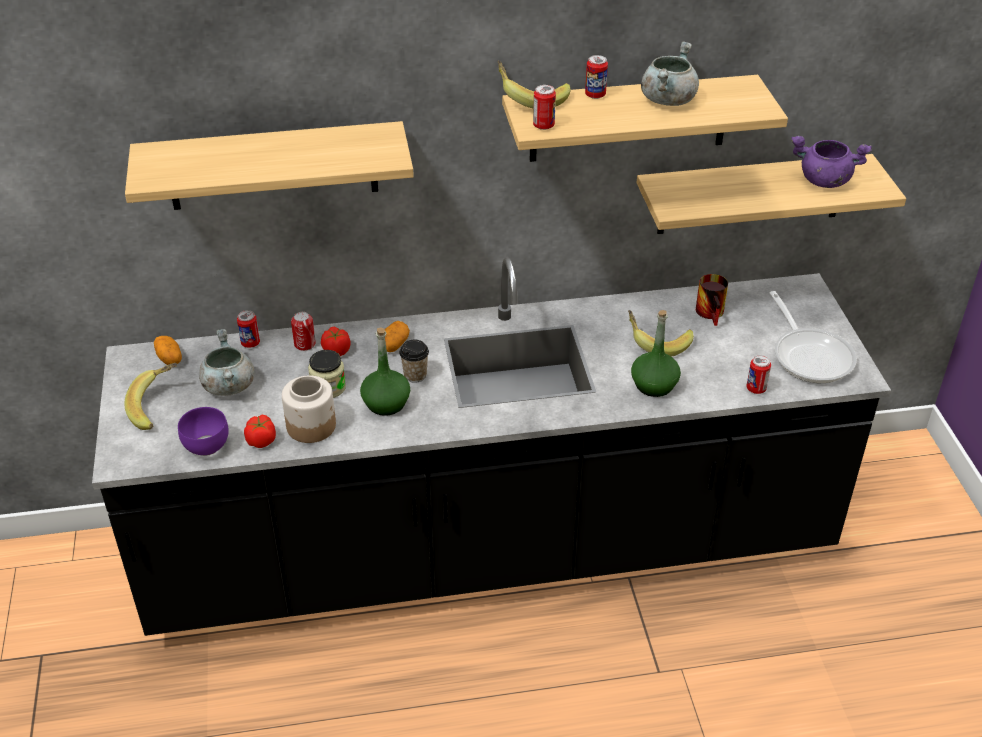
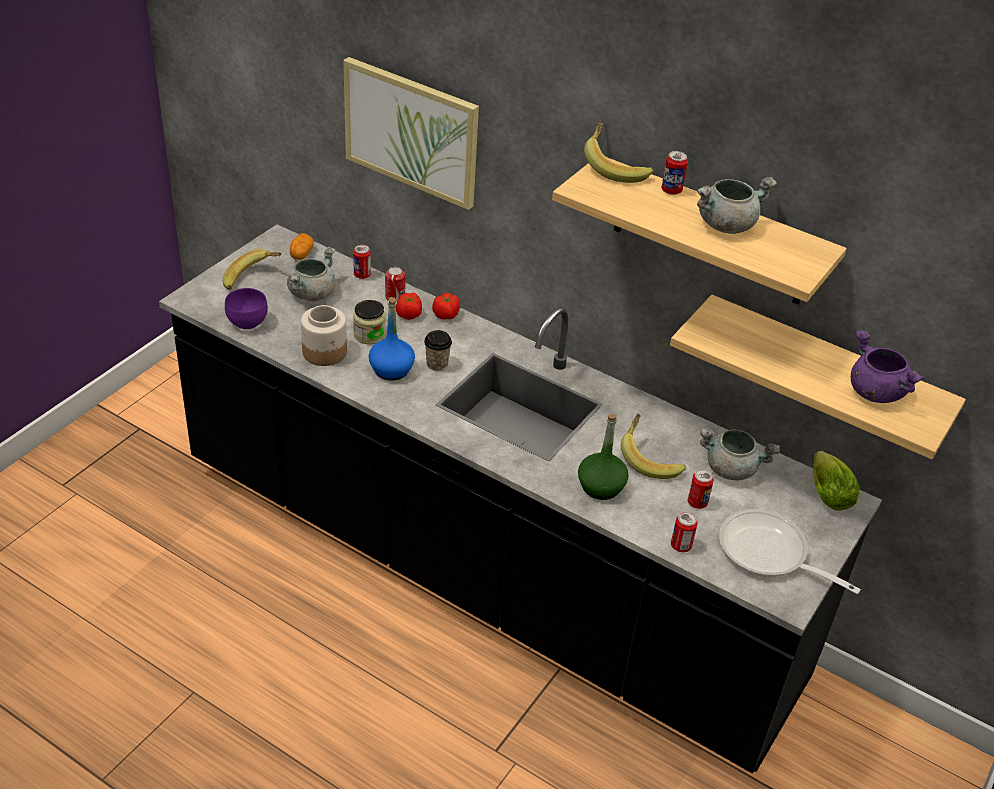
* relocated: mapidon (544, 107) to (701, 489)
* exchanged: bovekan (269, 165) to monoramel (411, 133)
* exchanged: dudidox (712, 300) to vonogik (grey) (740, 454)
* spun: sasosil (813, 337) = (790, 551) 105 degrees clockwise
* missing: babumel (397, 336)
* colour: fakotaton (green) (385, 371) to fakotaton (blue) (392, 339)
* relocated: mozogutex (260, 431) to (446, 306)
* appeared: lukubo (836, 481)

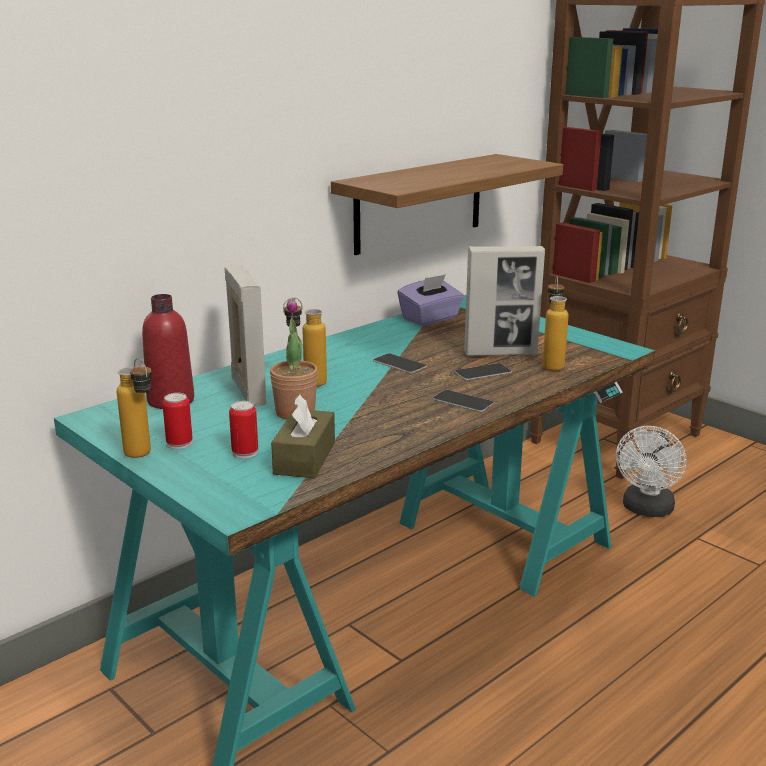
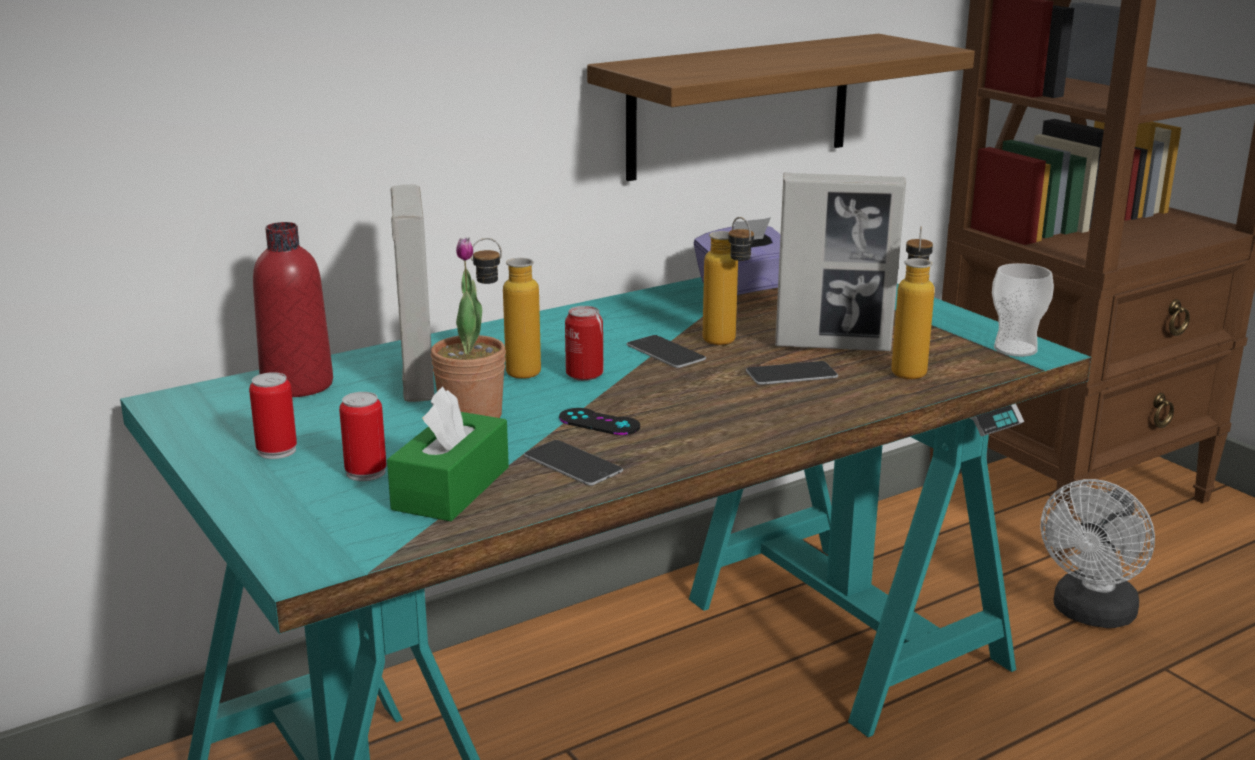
* relocated: fakotaton (134, 408) to (728, 281)
* relocated: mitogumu (463, 401) to (573, 463)
* colour: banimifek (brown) (303, 436) to banimifek (green) (448, 453)
* appeared: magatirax (1023, 310)
* appeared: mapidon (584, 343)
* appeared: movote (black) (599, 421)

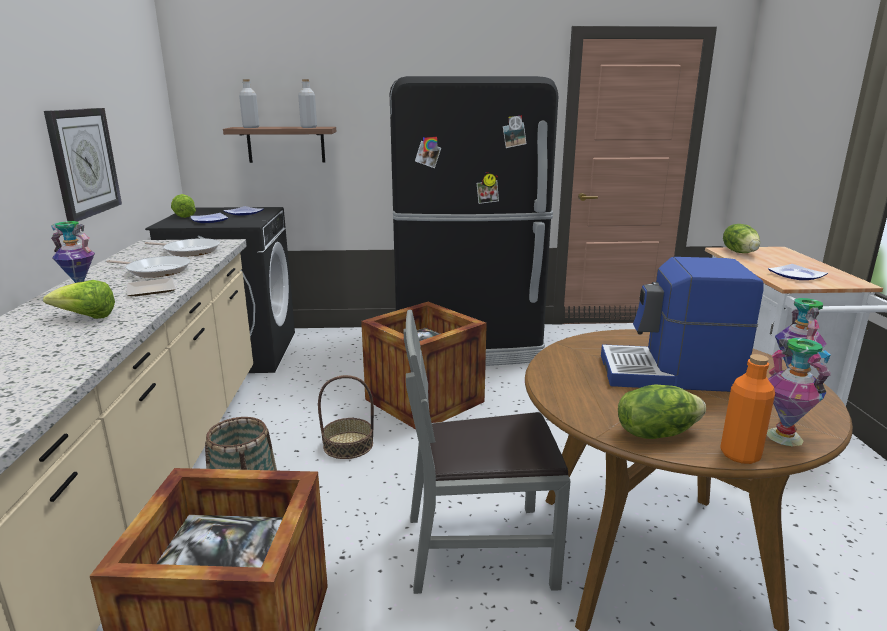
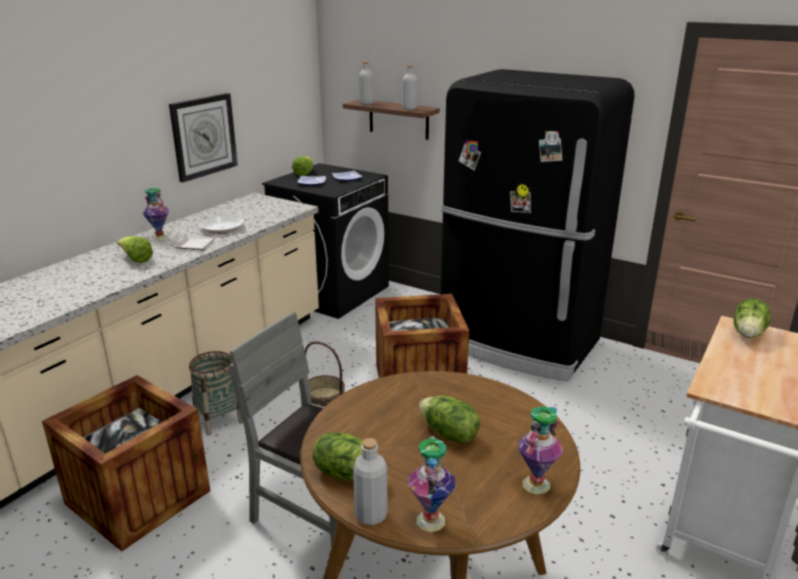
* missing: sasosil (182, 247)
* exchanged: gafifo (682, 324) to lukubo (449, 419)
* missing: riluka (798, 272)
* colour: fakotaton (orange) (747, 409) to fakotaton (grey) (370, 481)

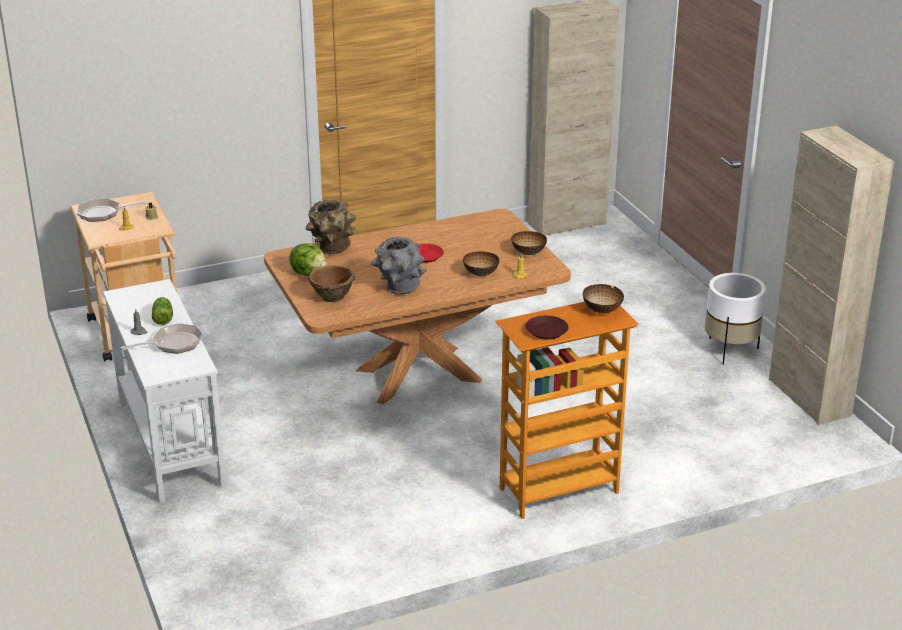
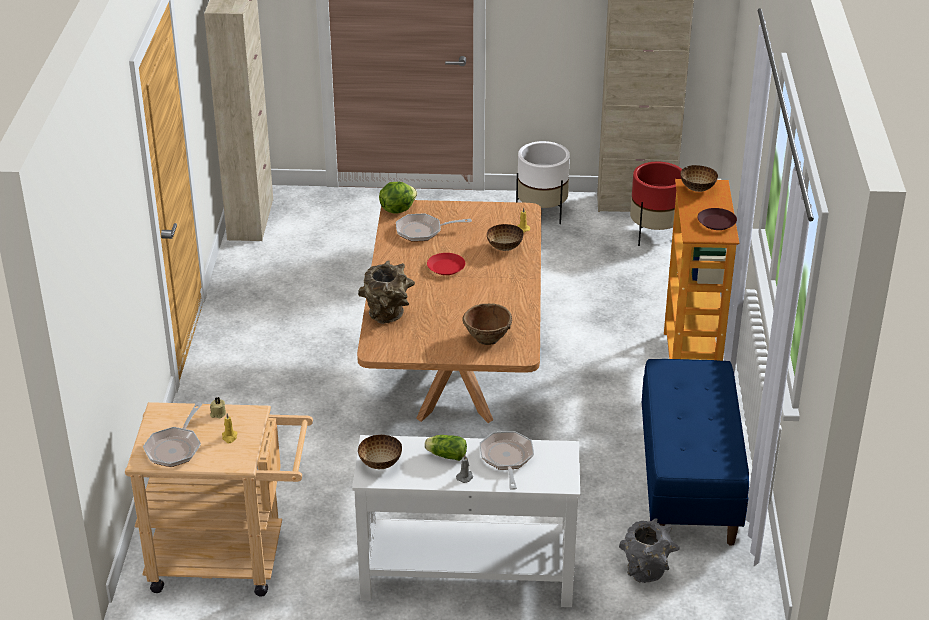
* relocated: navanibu (529, 243) to (380, 452)
* relocated: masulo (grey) (399, 265) to (649, 551)
* relocated: lukubo (308, 259) to (398, 198)
* appeared: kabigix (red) (656, 204)
* appeared: sasosil (434, 227)
* appeared: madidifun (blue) (695, 452)

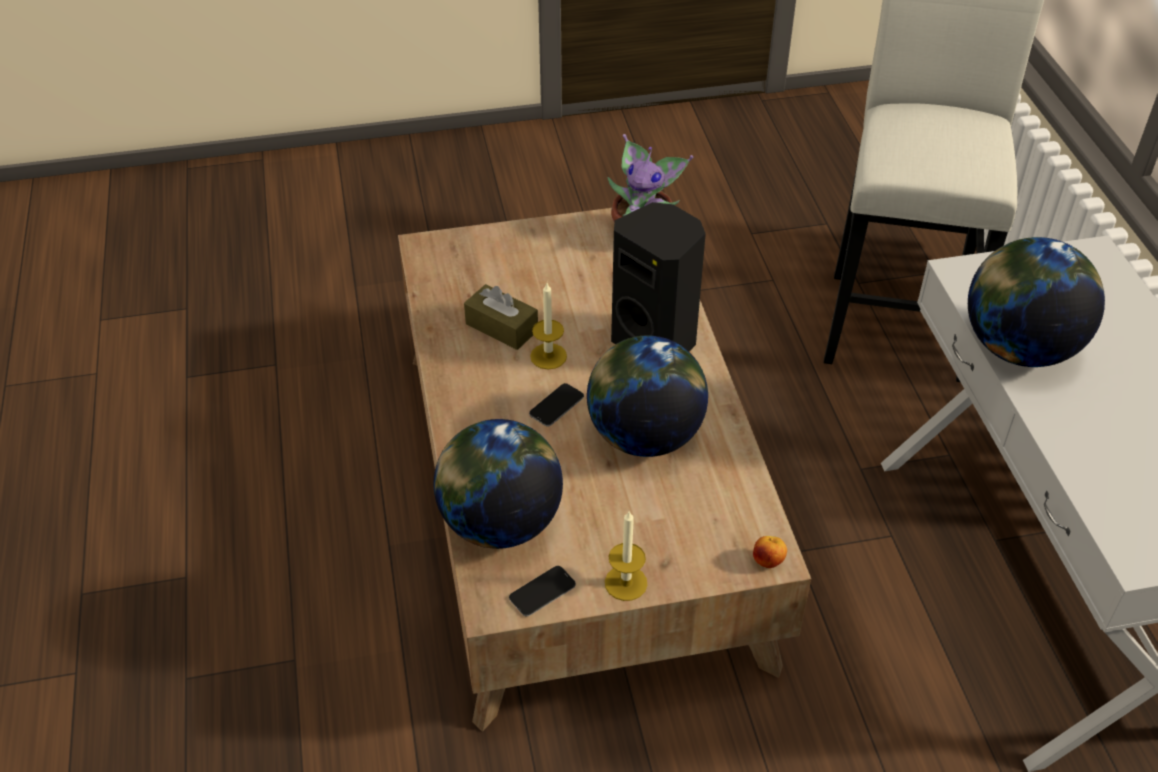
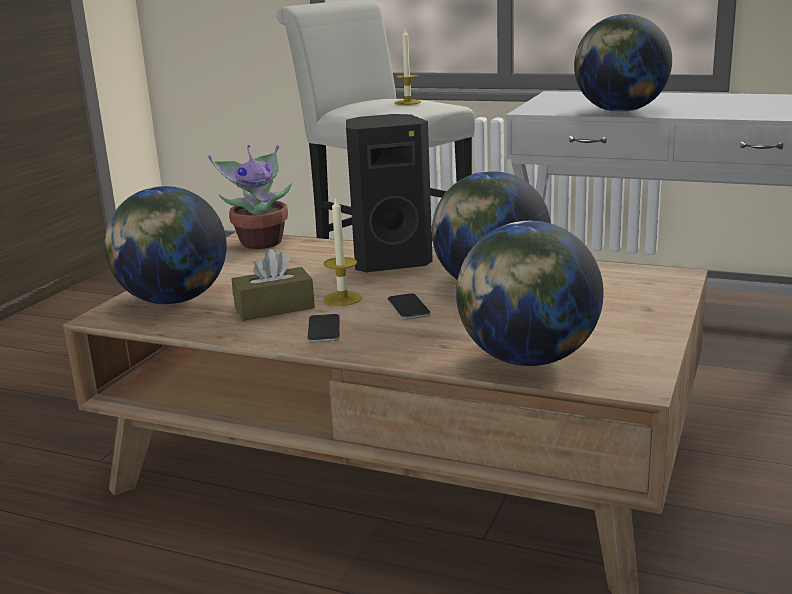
* relocated: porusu (626, 556) to (408, 67)
* missing: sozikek (770, 552)
* relocated: mitogumu (542, 591) to (323, 328)
* appeared: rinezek (165, 245)

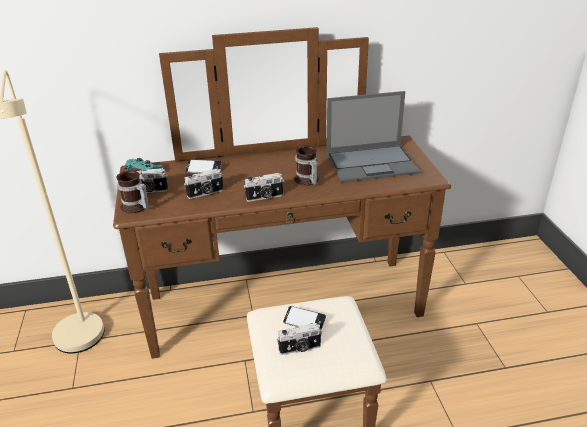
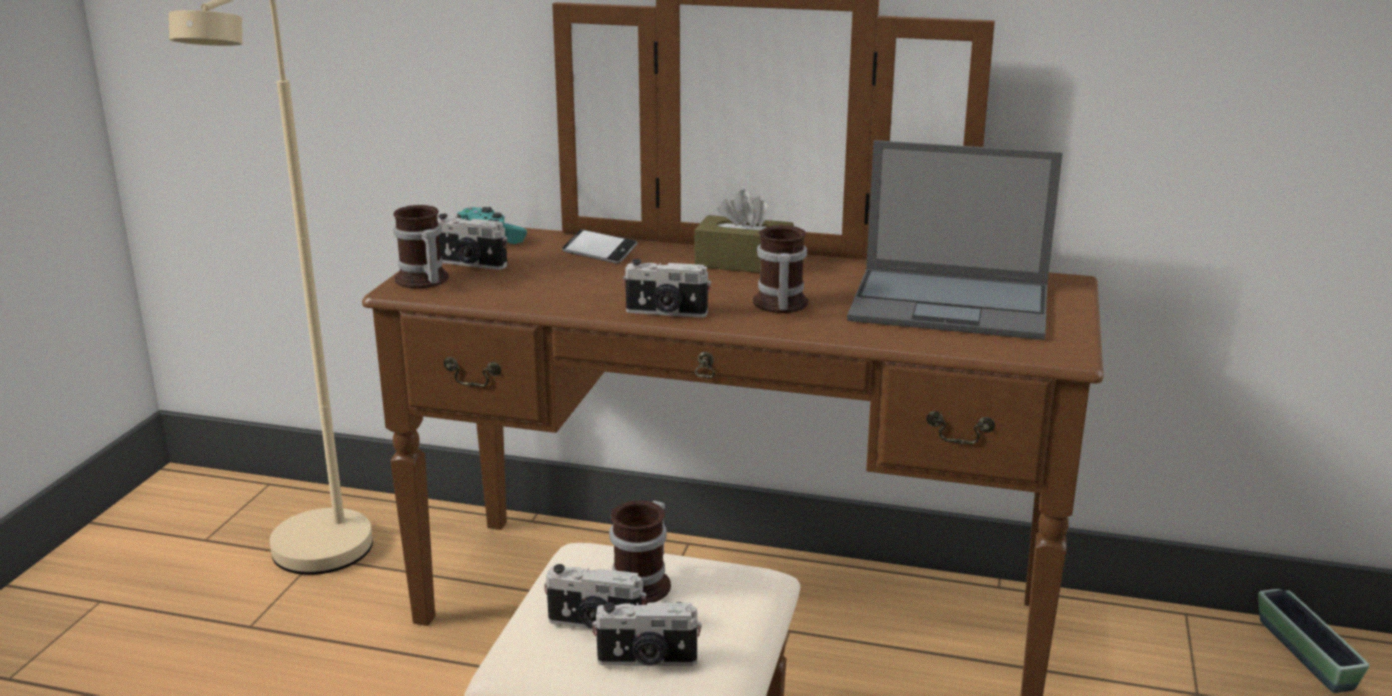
* relocated: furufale (203, 183) to (647, 634)
* exchanged: mitogumu (304, 318) to dudidox (640, 552)
* appeared: banimifek (brown) (744, 231)
* appeared: kabigix (1314, 641)

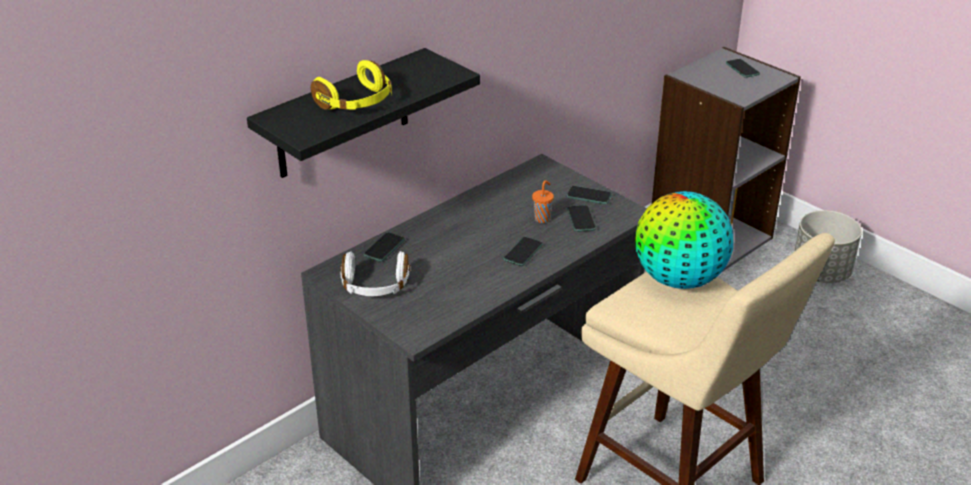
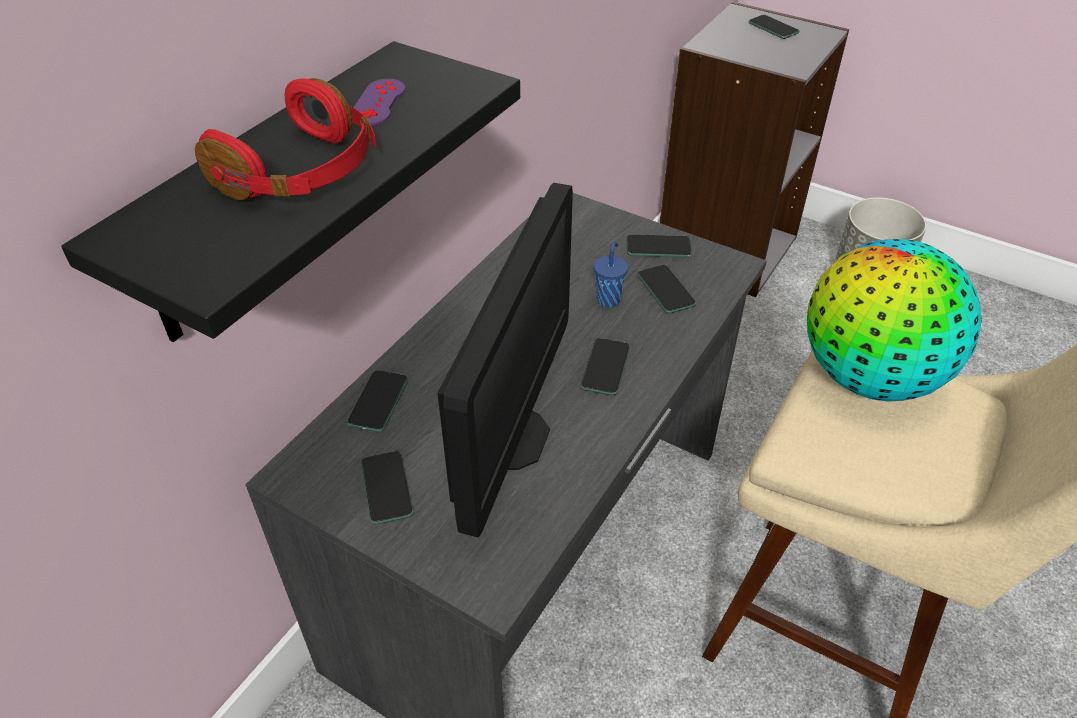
* colour: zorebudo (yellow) (351, 85) to zorebudo (red) (285, 139)
* colour: magatirax (orange) (543, 201) to magatirax (blue) (611, 274)
* exchanged: zorebudo (white) (375, 273) to mitogumu (387, 487)
* appeared: movote (purple) (379, 102)
* appeared: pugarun (505, 360)

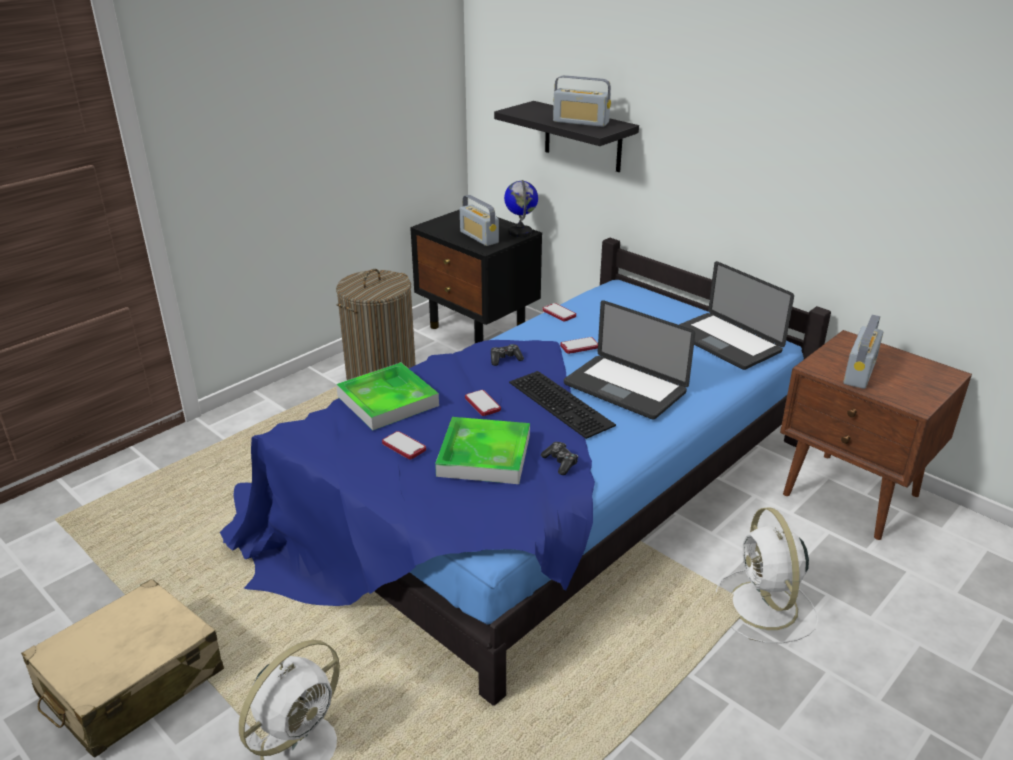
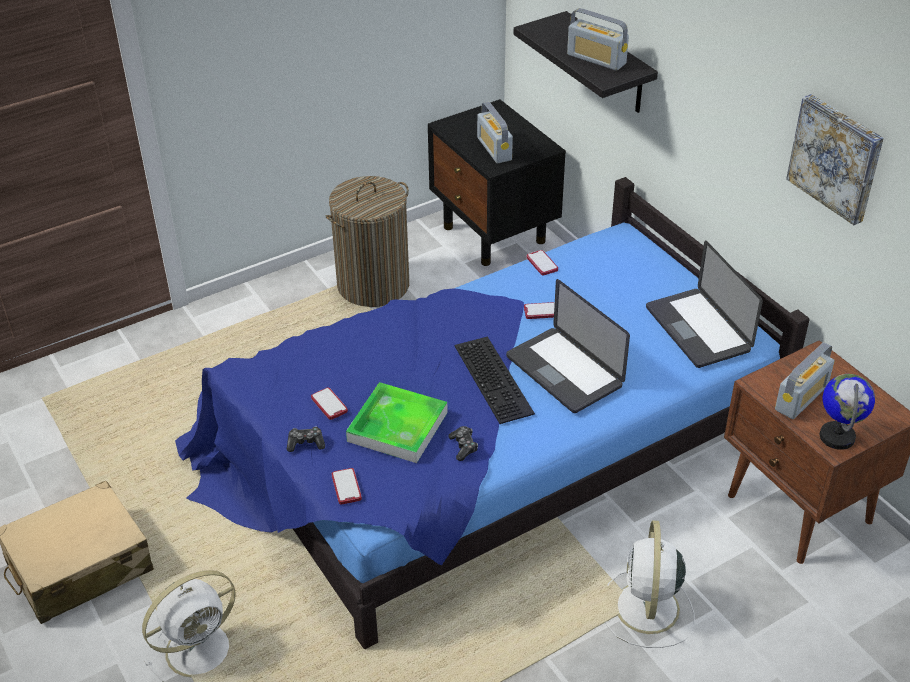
* relocated: rinezek (521, 208) to (847, 412)
* relocated: movote (507, 355) to (306, 439)
* missing: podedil (387, 396)
* relocated: mitogumu (483, 403) to (347, 486)
* appeared: monoramel (835, 159)

